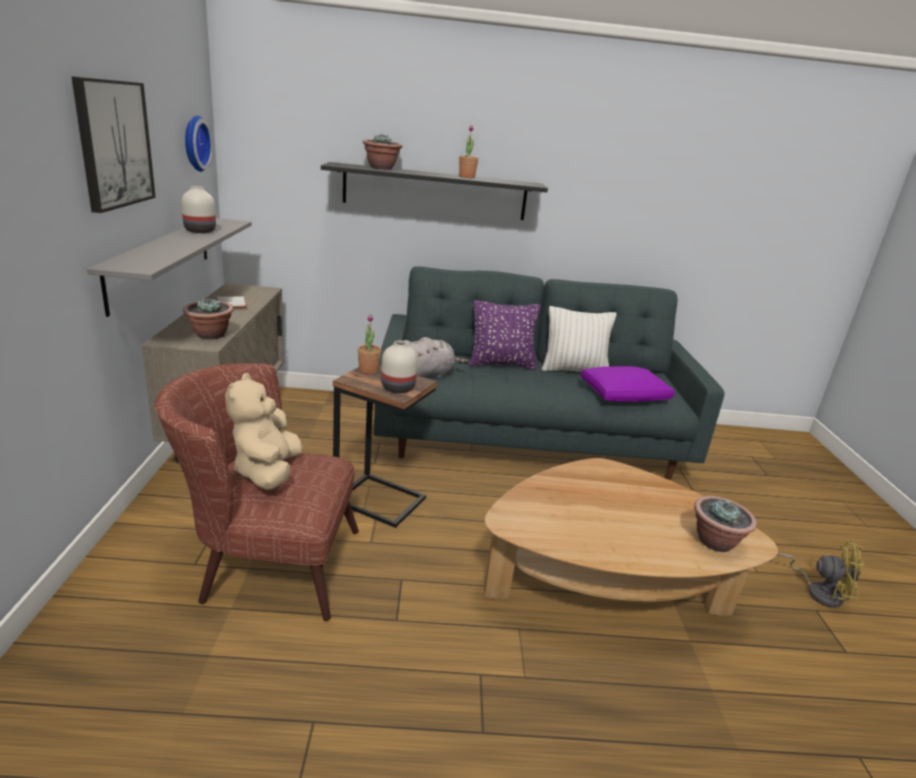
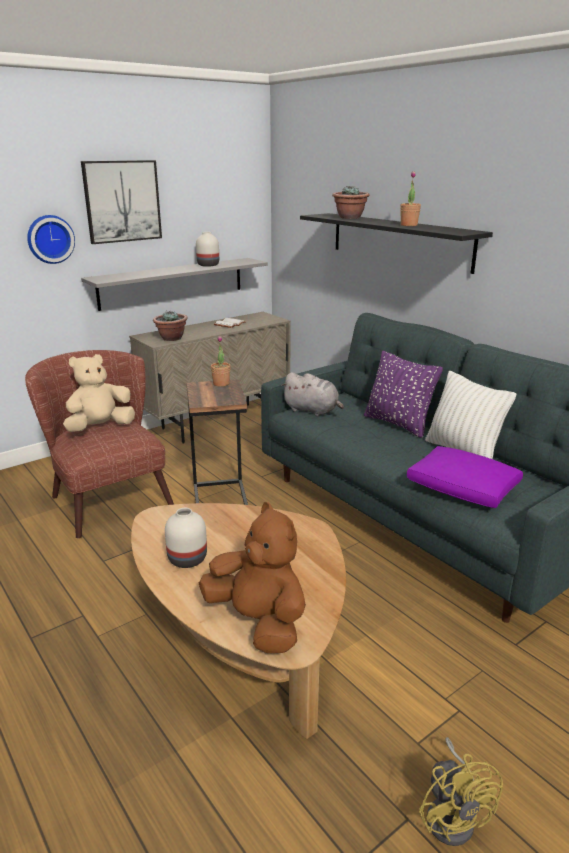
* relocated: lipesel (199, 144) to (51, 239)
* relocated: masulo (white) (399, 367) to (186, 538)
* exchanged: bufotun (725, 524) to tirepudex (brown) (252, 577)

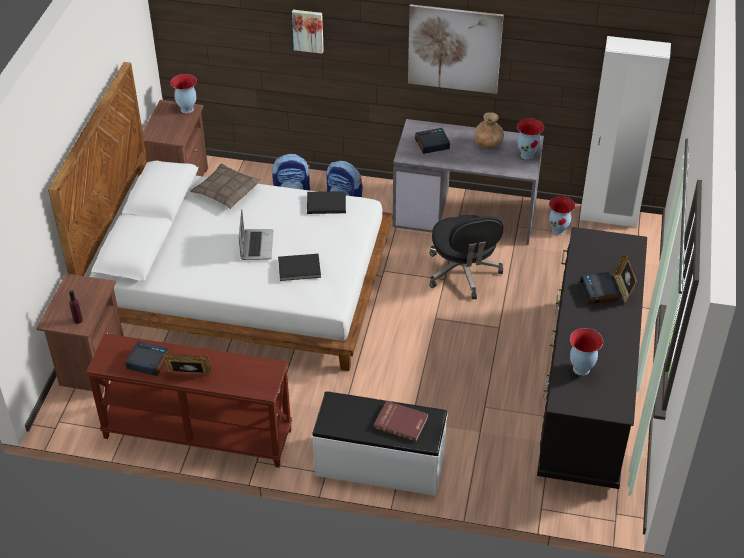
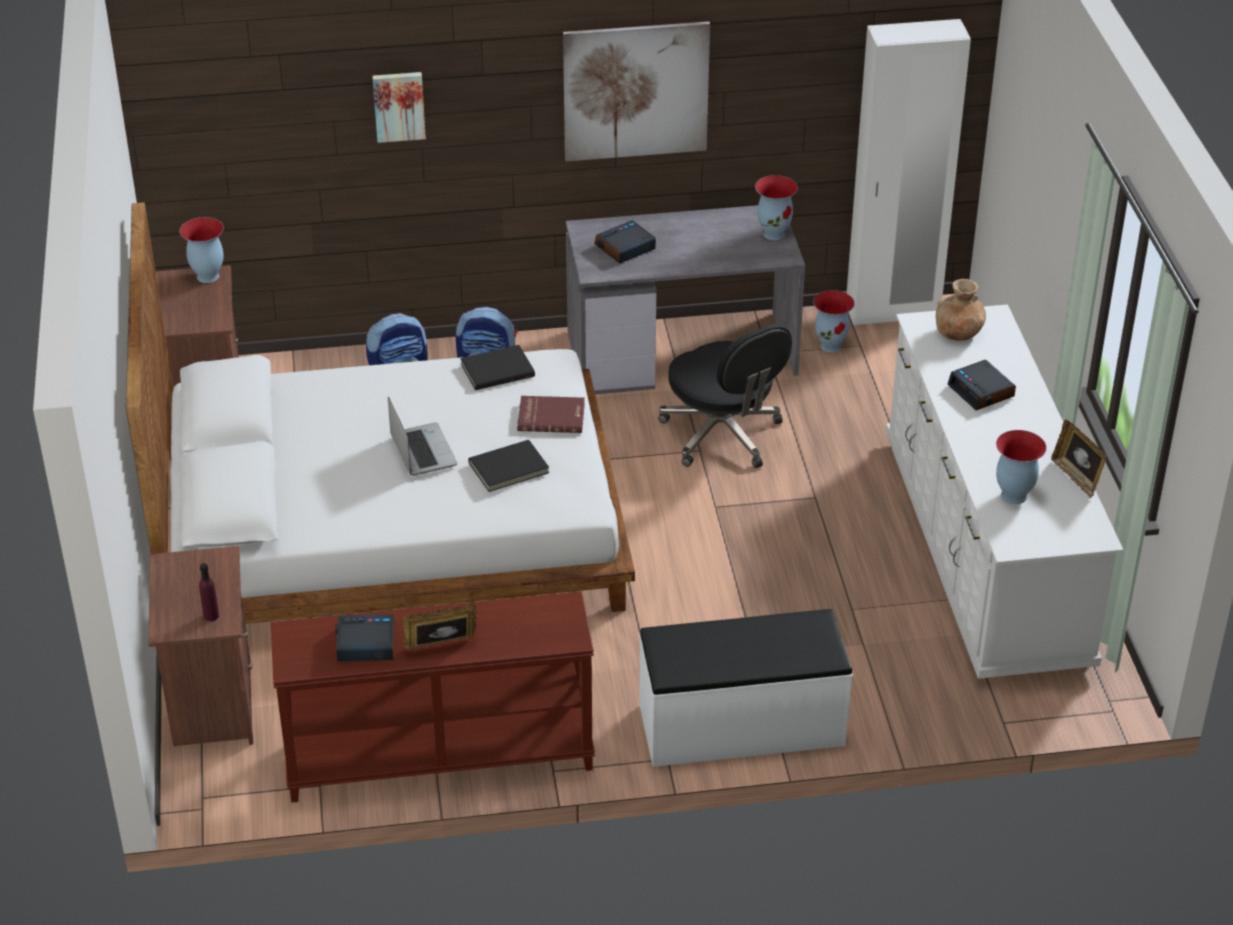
* relocated: masulo (brown) (489, 130) to (961, 310)
* missing: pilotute (225, 186)
* colour: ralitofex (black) (592, 358) to ralitofex (white) (1004, 492)
* relocated: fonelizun (625, 278) to (1079, 458)
* relocated: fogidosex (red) (400, 421) to (551, 414)

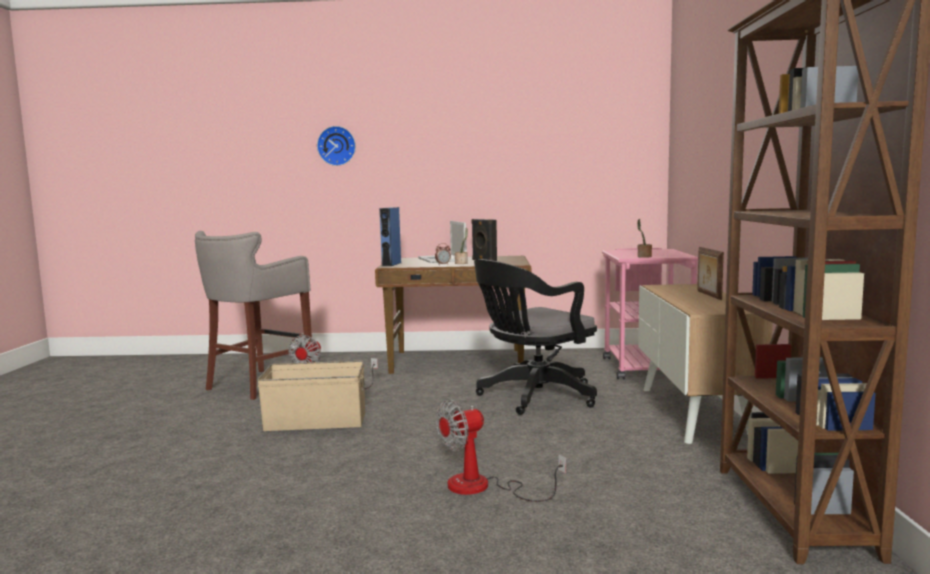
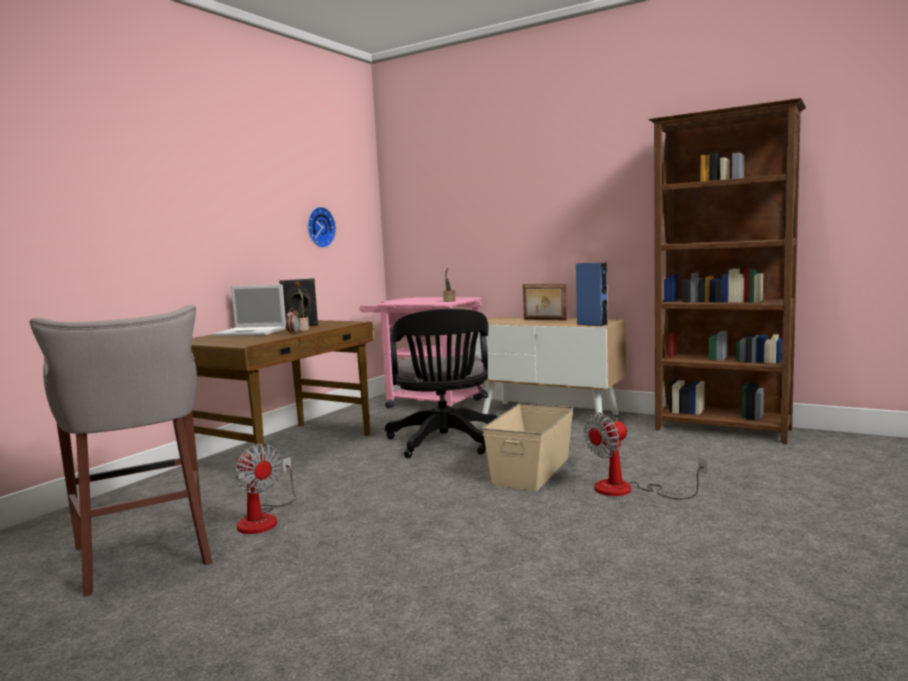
* relocated: lipesel (336, 146) to (322, 227)
* relocated: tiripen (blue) (390, 236) to (592, 294)
* relocated: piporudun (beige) (311, 396) to (528, 447)
* spun: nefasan (501, 450) = (645, 455) 60 degrees clockwise

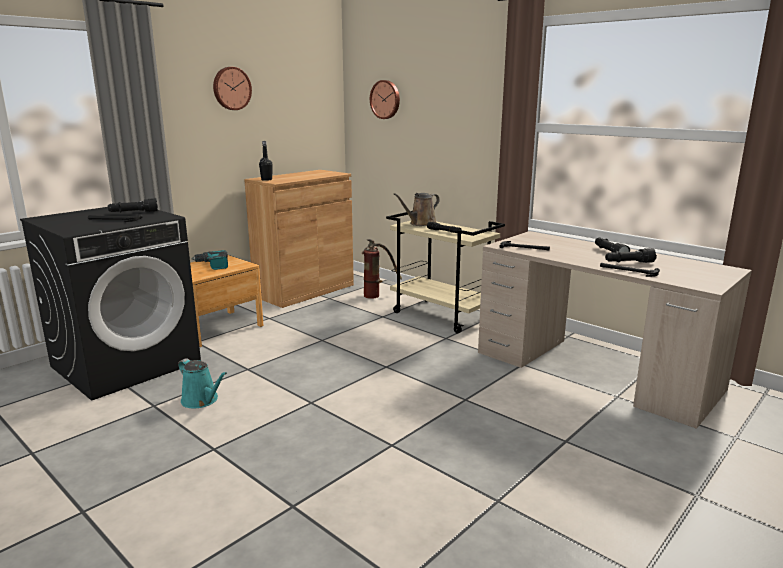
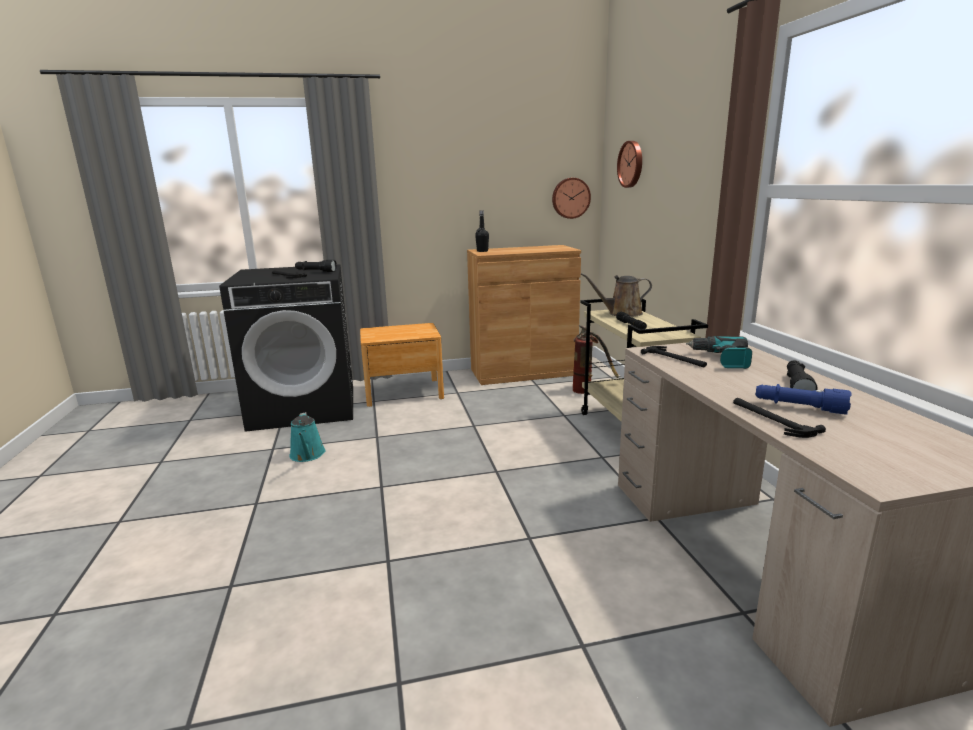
* relocated: lipesel (232, 88) to (571, 198)
* colour: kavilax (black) (631, 255) to kavilax (blue) (803, 399)
* relocated: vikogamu (209, 260) to (719, 352)

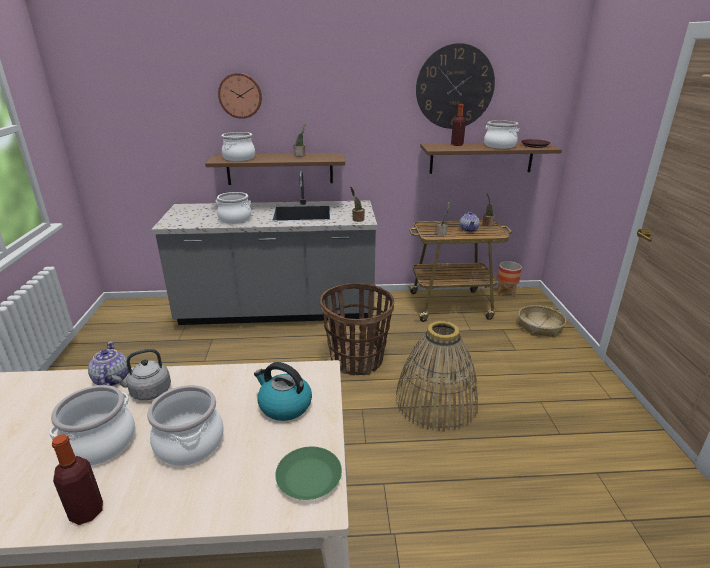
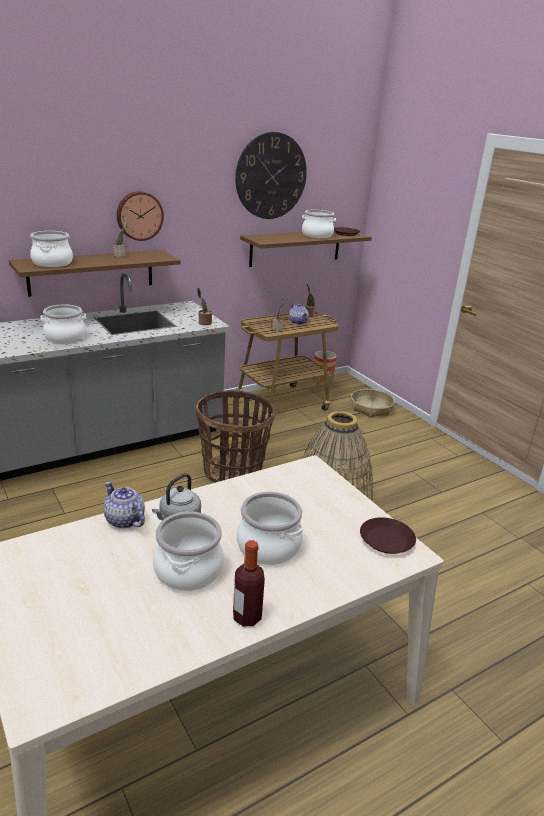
* relocated: lipesel (240, 96) to (140, 216)
* missing: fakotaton (458, 125)
* missing: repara (283, 391)
* colour: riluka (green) (308, 473) to riluka (brown) (388, 535)

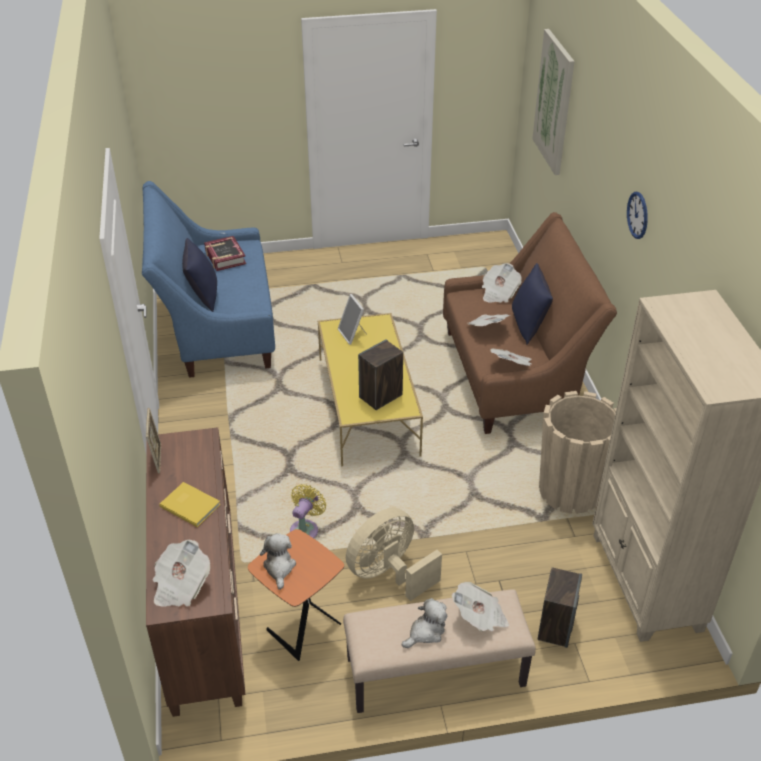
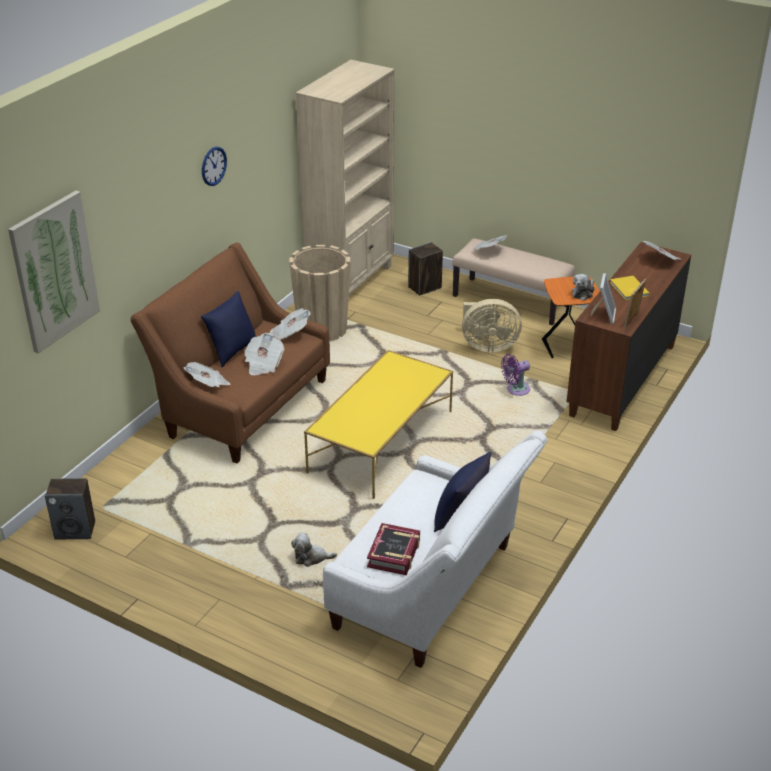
* colour: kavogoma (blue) (208, 279) to kavogoma (white) (435, 549)
* relocated: fonelizun (352, 319) to (603, 298)
* relocated: tiripen (380, 374) to (70, 508)
* colour: nefasan (yellow) (308, 511) to nefasan (purple) (515, 375)
* relocated: tirepudex (424, 623) to (314, 550)

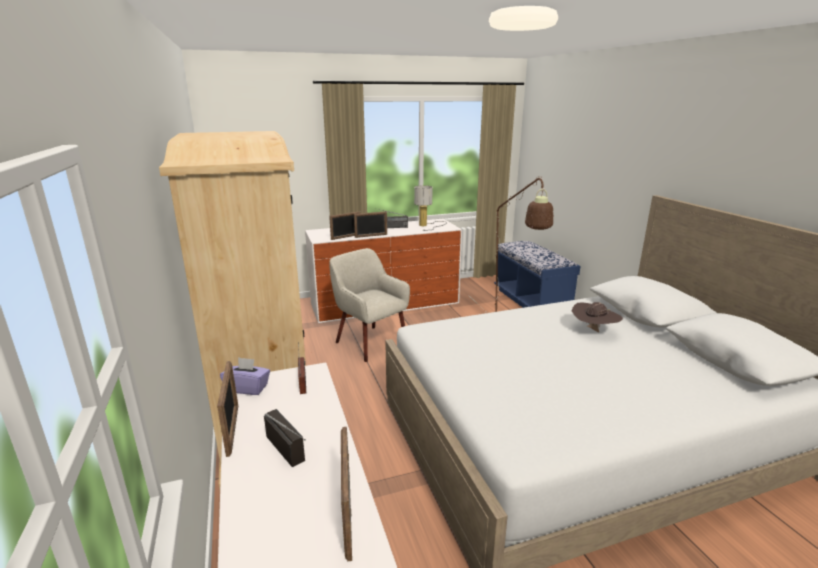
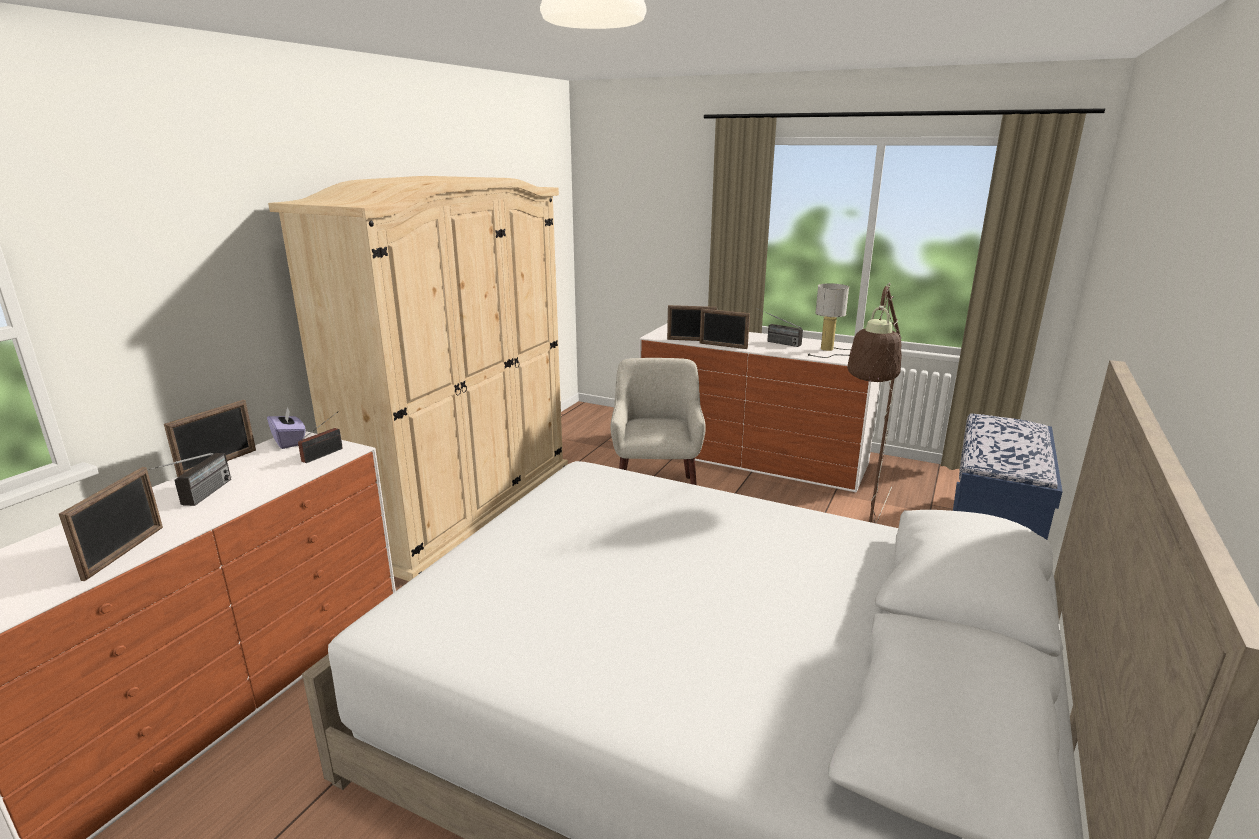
* missing: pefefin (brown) (597, 317)
* spun: fonelizun (346, 494) = (111, 524) 150 degrees clockwise

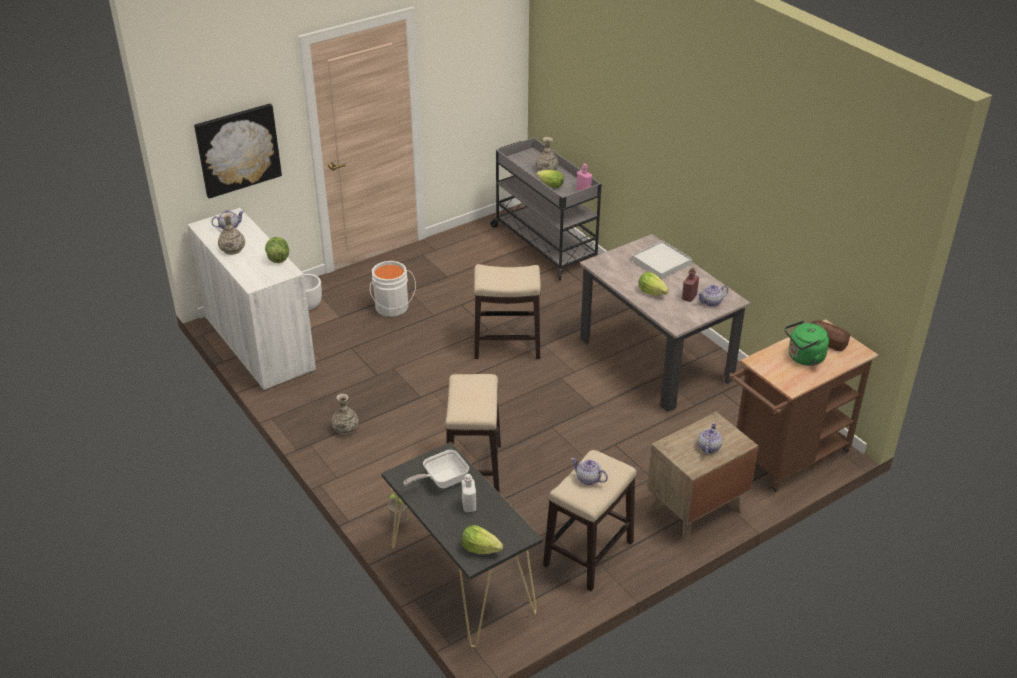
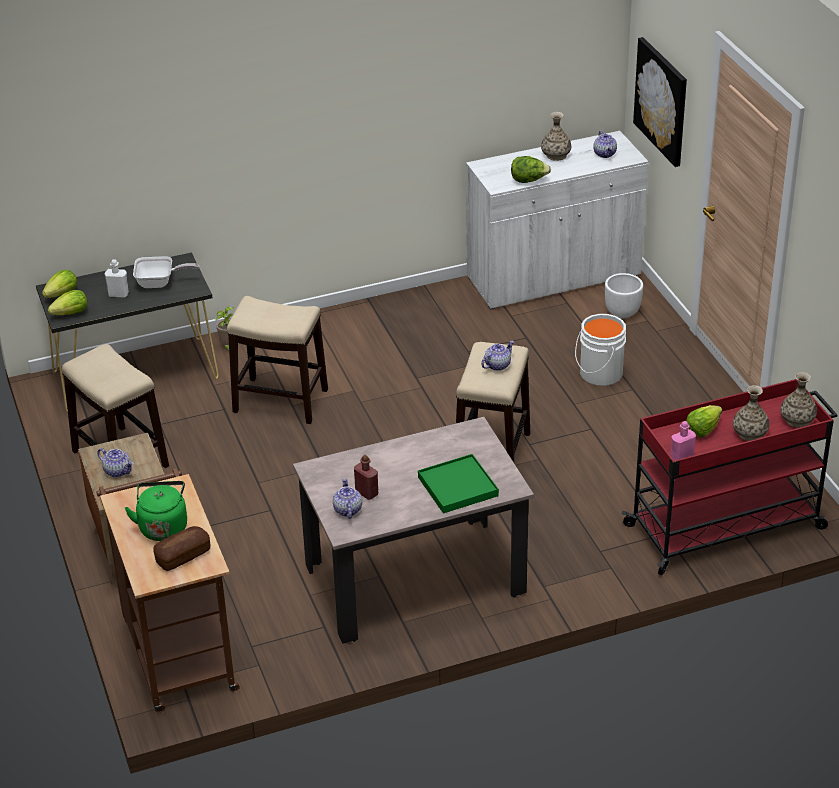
* colour: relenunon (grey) (546, 208) to relenunon (red) (729, 477)
* colour: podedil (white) (662, 260) to podedil (green) (458, 484)
* relocated: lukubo (653, 283) to (67, 302)
* relocated: masulo (345, 414) to (798, 400)
* spun: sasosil (436, 469) = (166, 272) 105 degrees clockwise
* relocated: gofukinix (589, 471) to (497, 356)

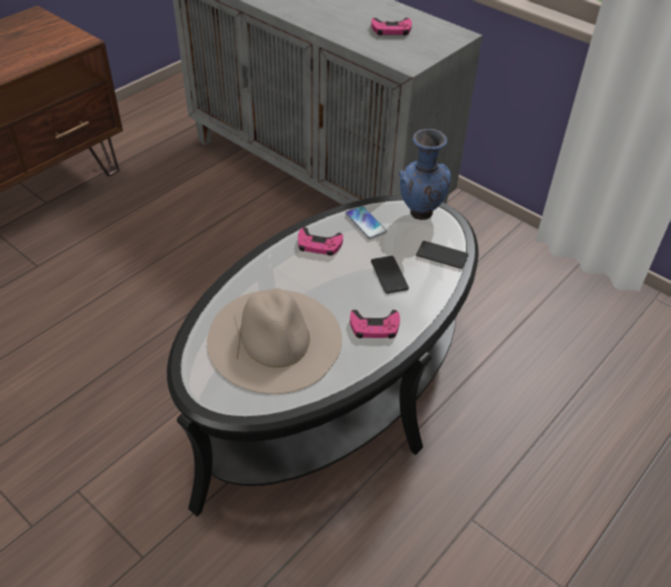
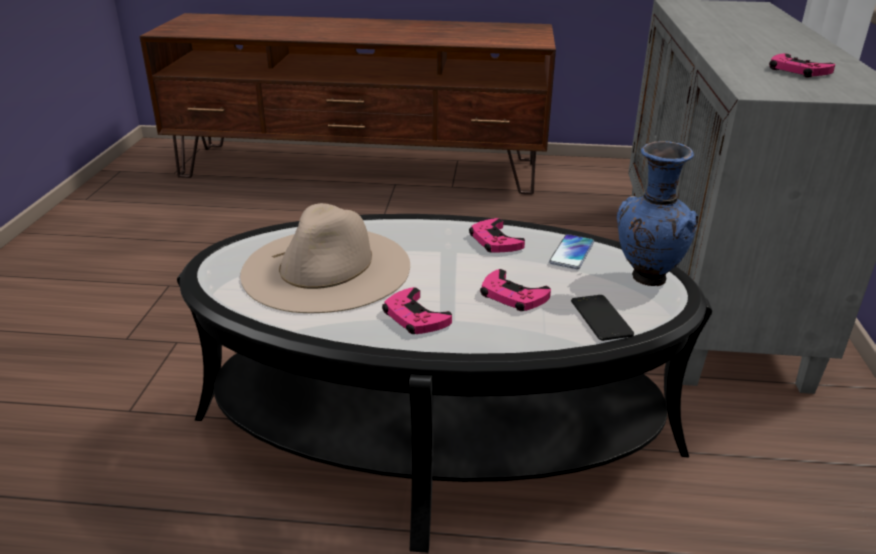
* exchanged: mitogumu (390, 275) to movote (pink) (515, 290)

